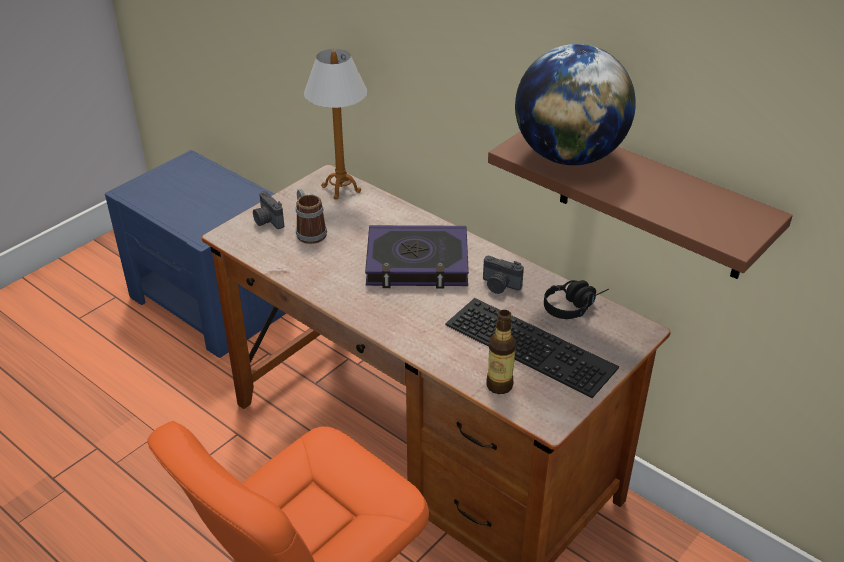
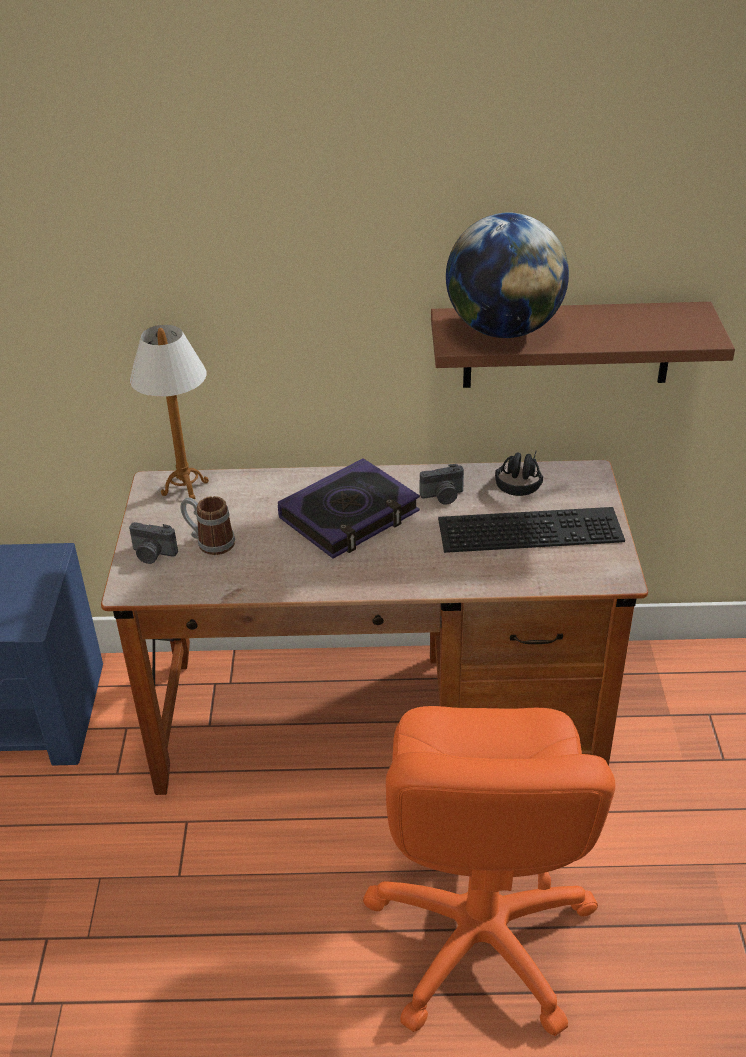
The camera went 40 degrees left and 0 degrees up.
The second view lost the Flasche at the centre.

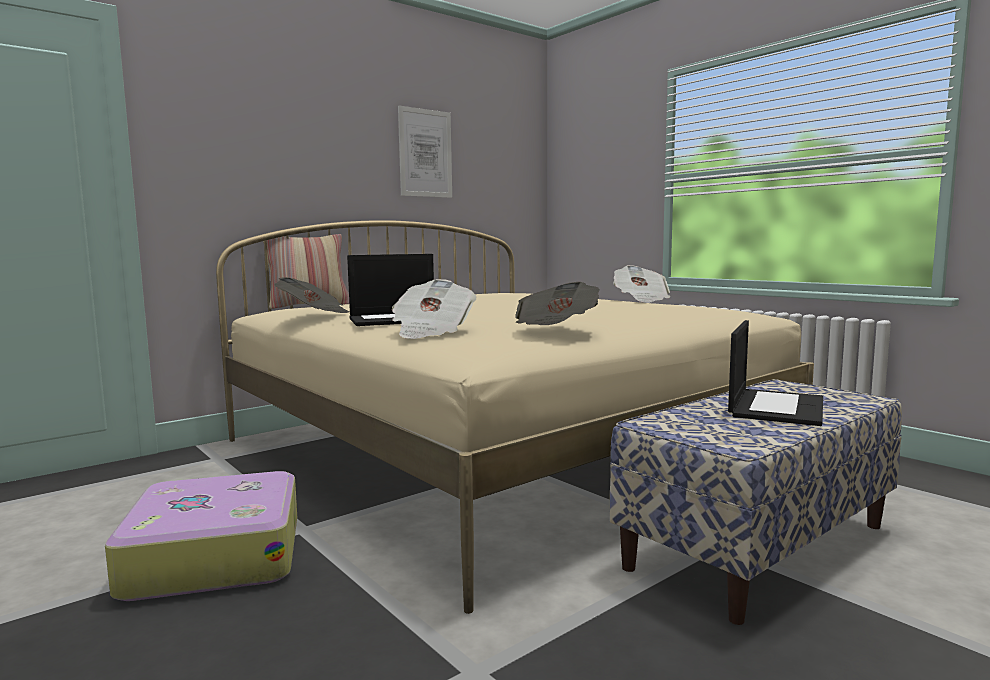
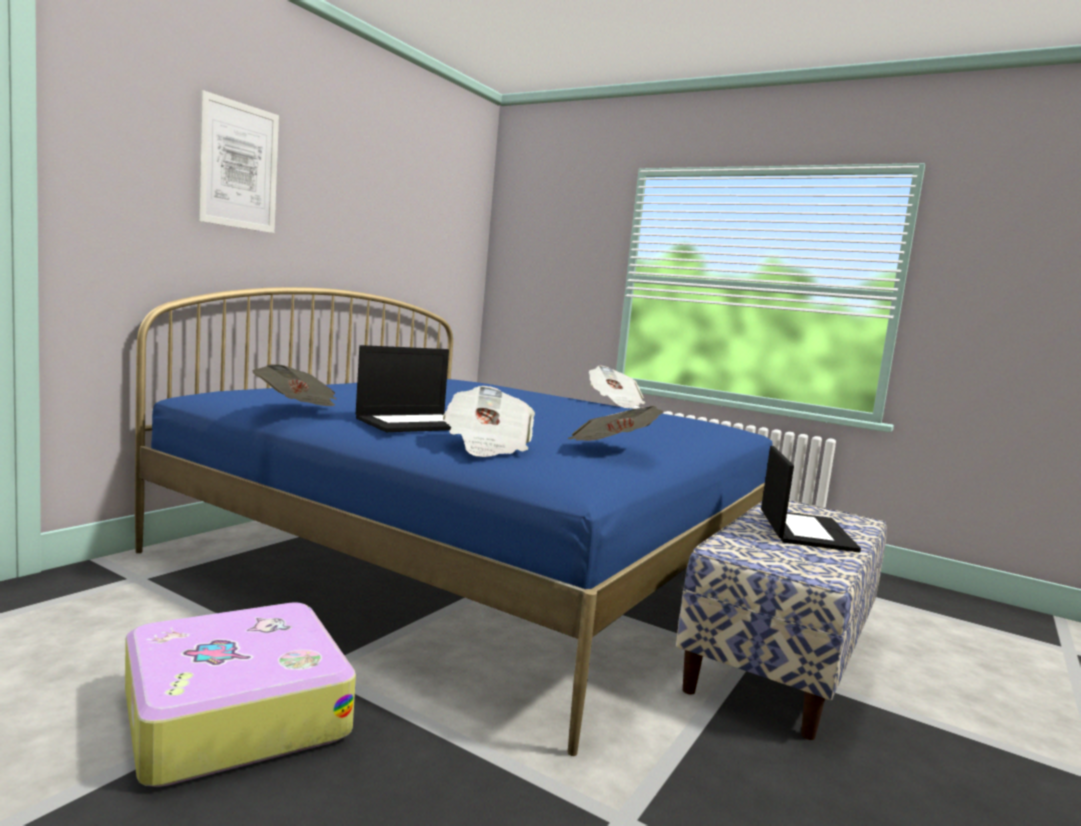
The camera went 20 degrees left and 0 degrees up.
What was the Bett/beige at the centre turned into the Bett/blau at the centre.
The Bild ended up elsewhere, having gone from the top centre to the top left.
The second view lost the Kissen at the middle left.

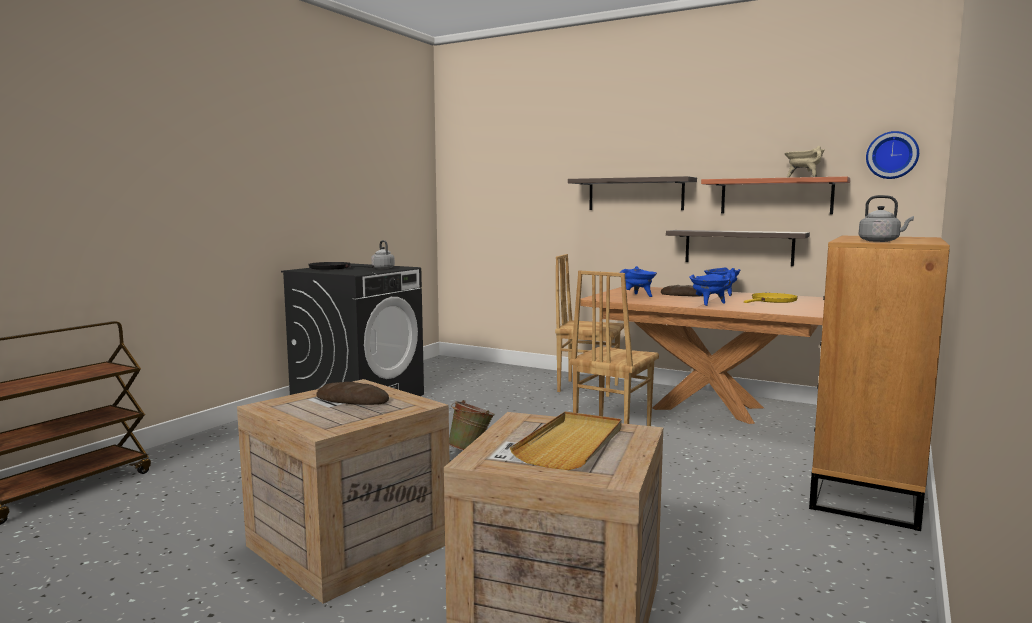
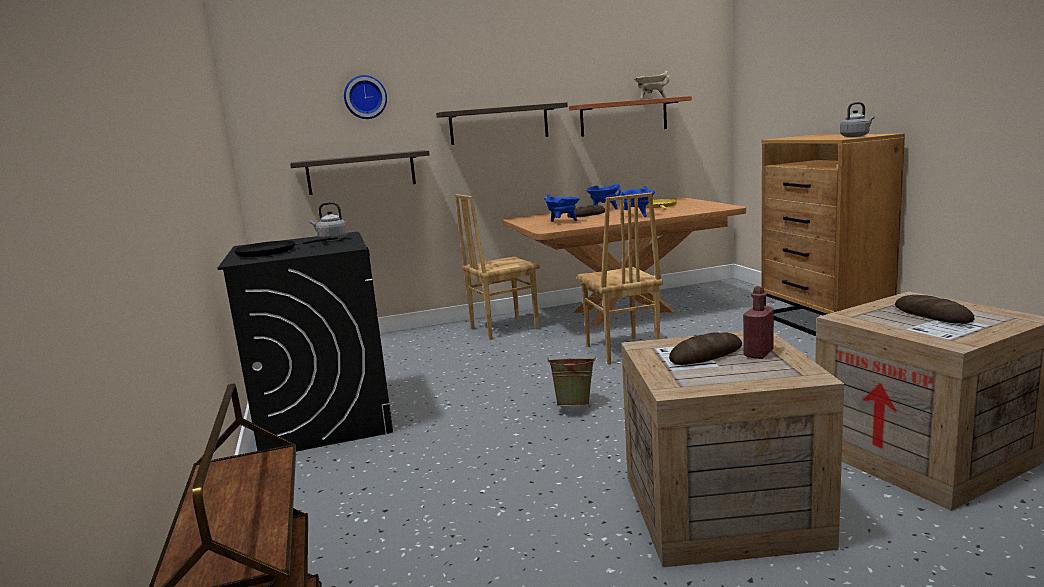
The camera went 45 degrees left and 5 degrees up.
The Wandregal (2nd from left in the first image) ended up elsewhere, having gone from the middle right to the top centre.
The Wanduhr ended up elsewhere, having gone from the top right to the top centre.
The second view gained the Flasche/rot at the middle right.
Where the Tablett/beige stood at the bottom centre, the Brot (3rd from left) came to stand at the middle right.

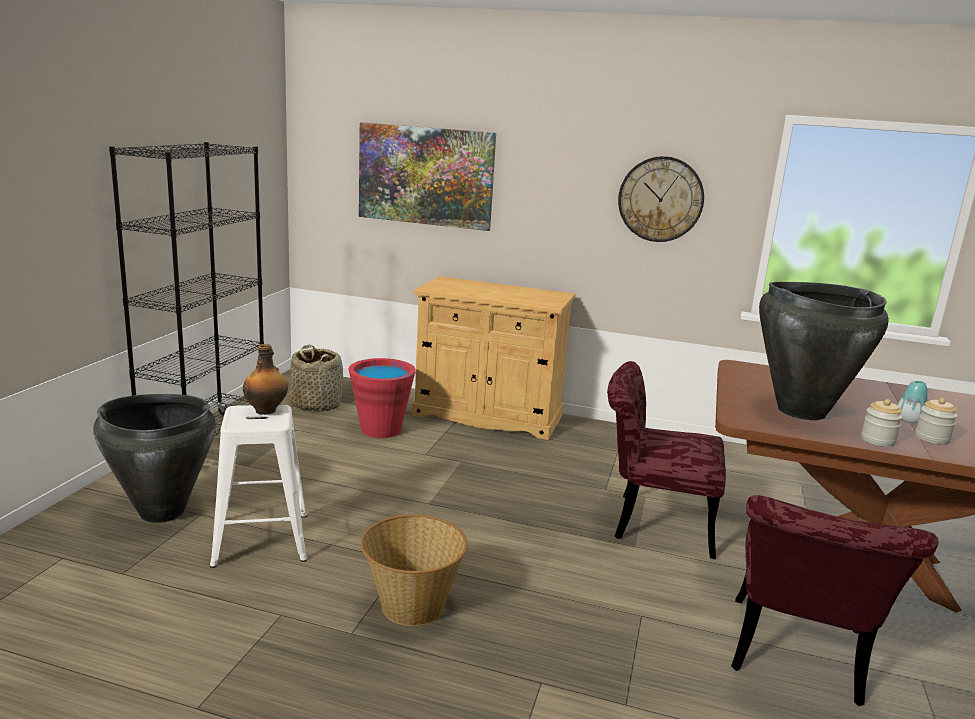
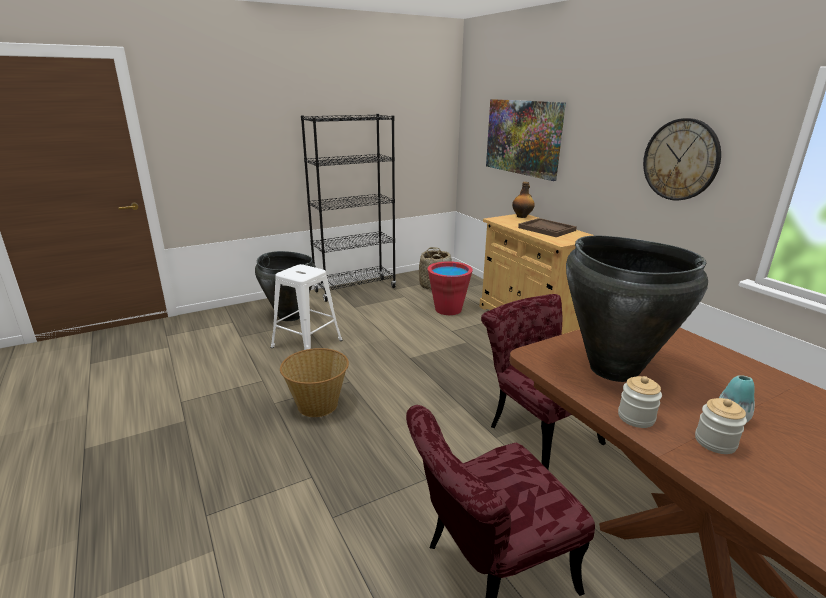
The camera went 45 degrees right and 5 degrees up.
The Flasche ended up elsewhere, having gone from the middle left to the centre.
The second view gained the Tablett/braun at the centre.

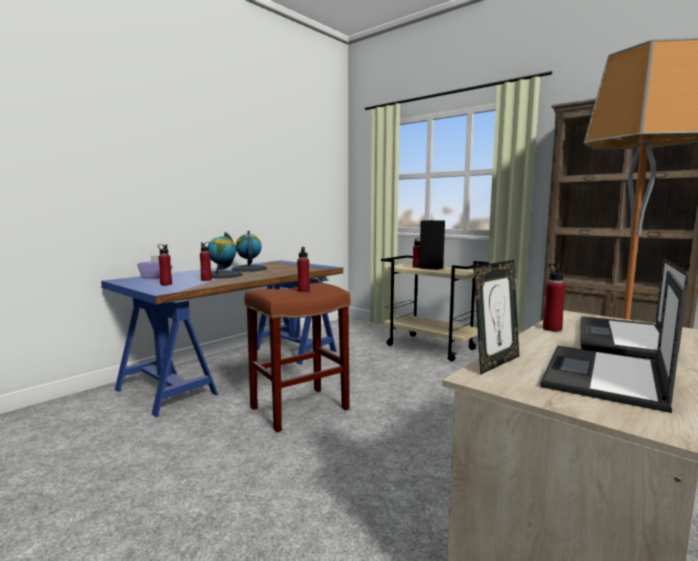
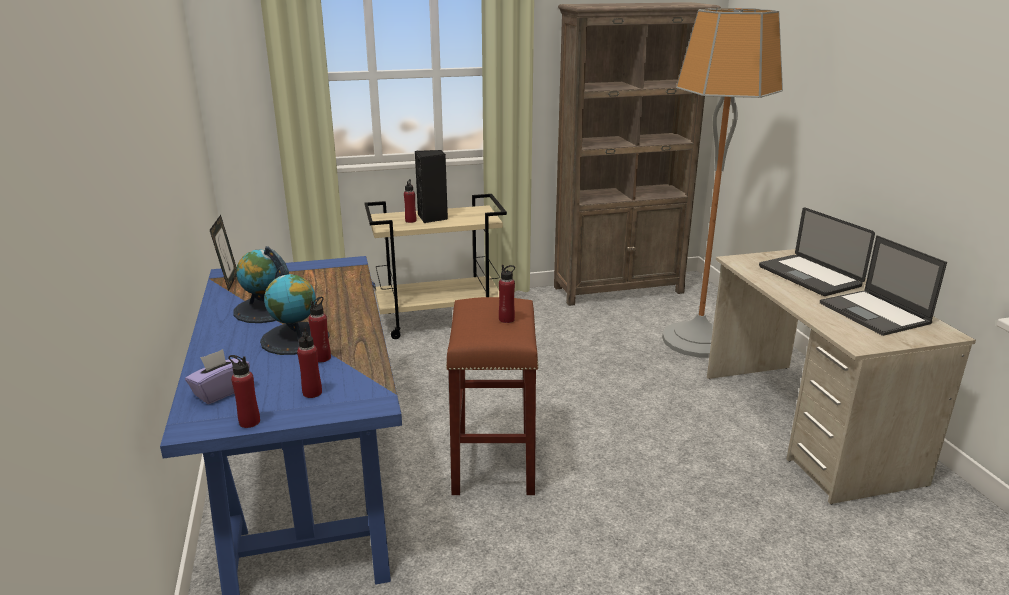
The camera went 55 degrees left and 15 degrees up.
The Bilderrahmen ended up elsewhere, having gone from the middle right to the middle left.
The Flasche/rot (5th from left in the first image) ended up elsewhere, having gone from the middle right to the middle left.

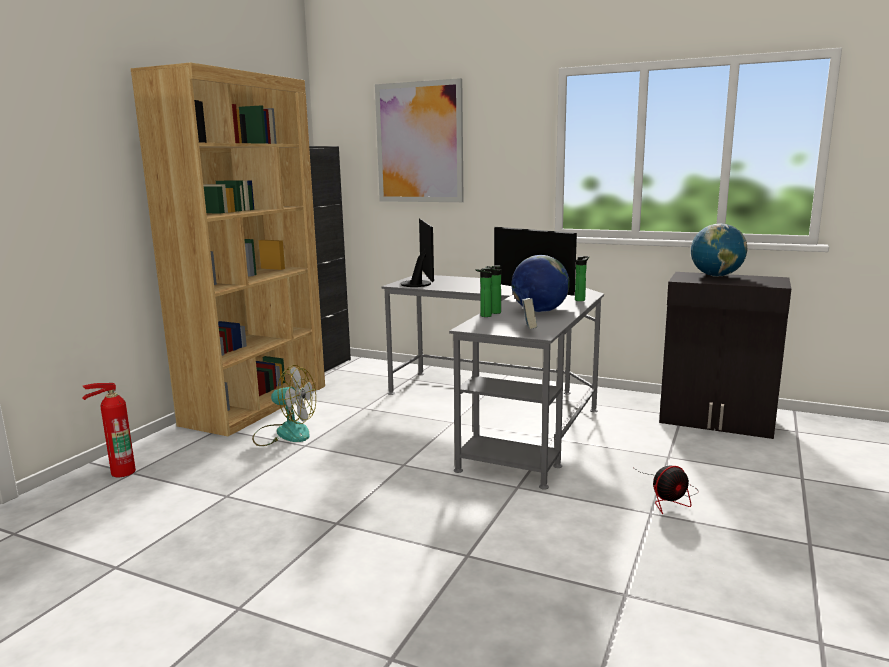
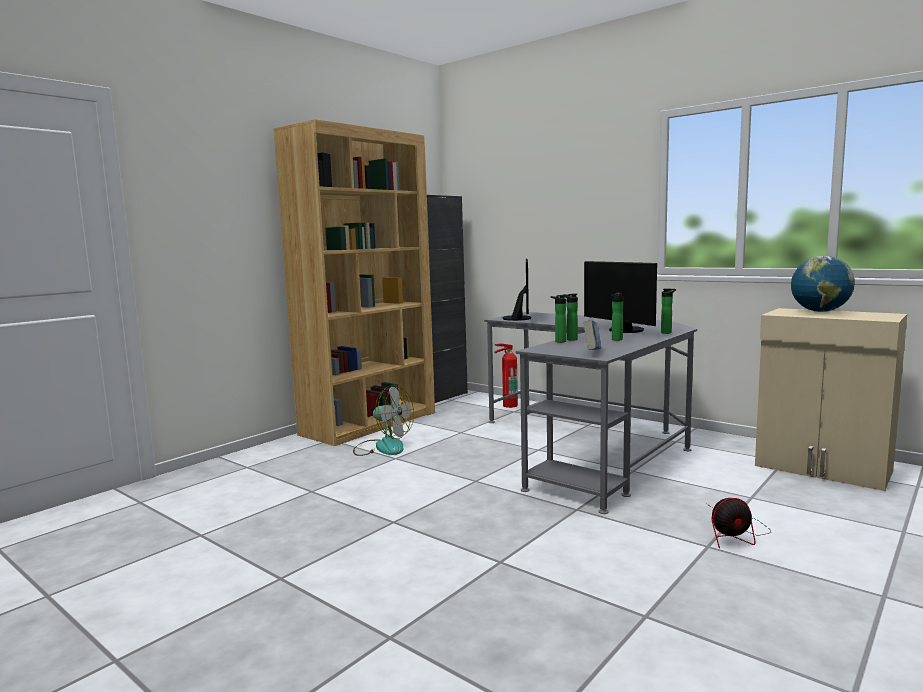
The camera went 15 degrees right and 5 degrees down.
The Feuerlöscher ended up elsewhere, having gone from the middle left to the centre.
Where the Globus (1st from left) stood at the centre, the Flasche (3rd from left) came to stand at the middle right.
What was the Schrank/schwarz (2nd from left) at the middle right turned into the Schrank/beige at the middle right.
The second view lost the Bild at the top centre.

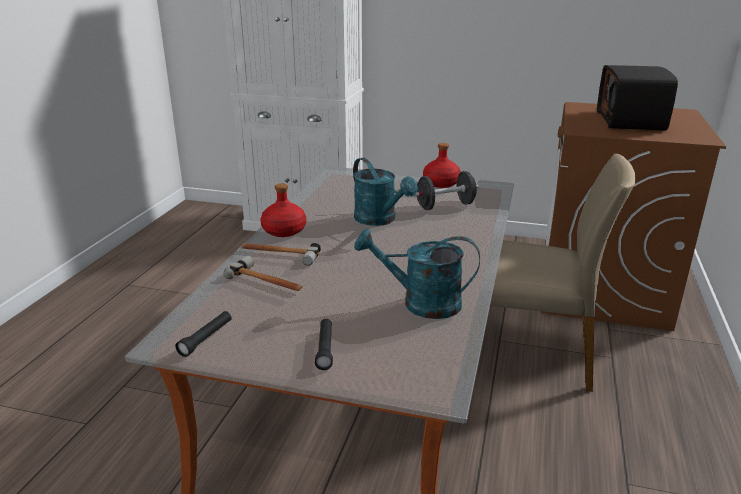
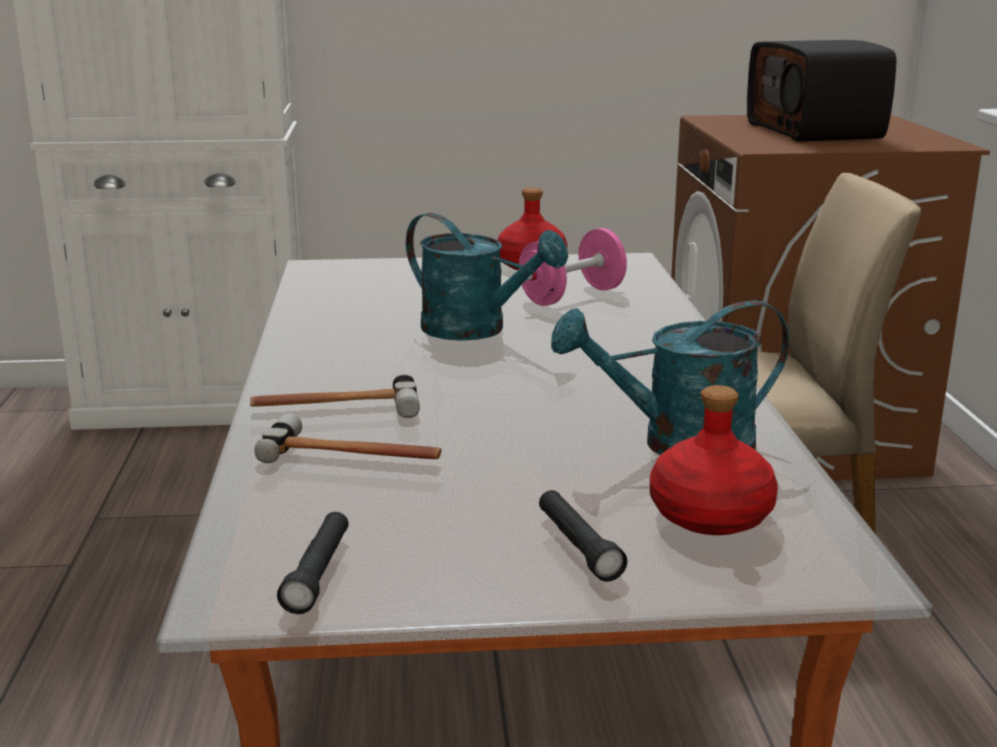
The camera went 20 degrees left and 5 degrees down.
What was the Hantel/schwarz at the centre turned into the Hantel/rosa at the centre.
The Flasche/rot (1st from left in the first image) ended up elsewhere, having gone from the centre to the middle right.

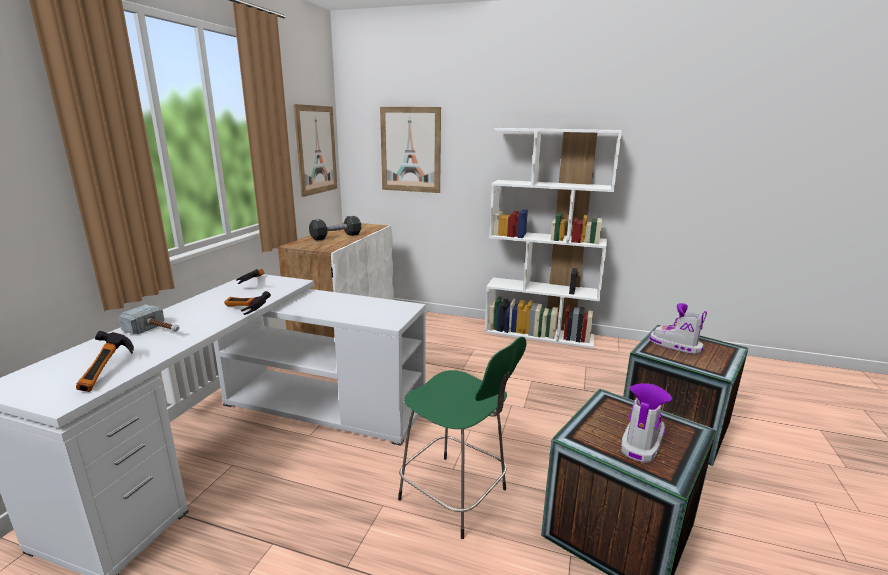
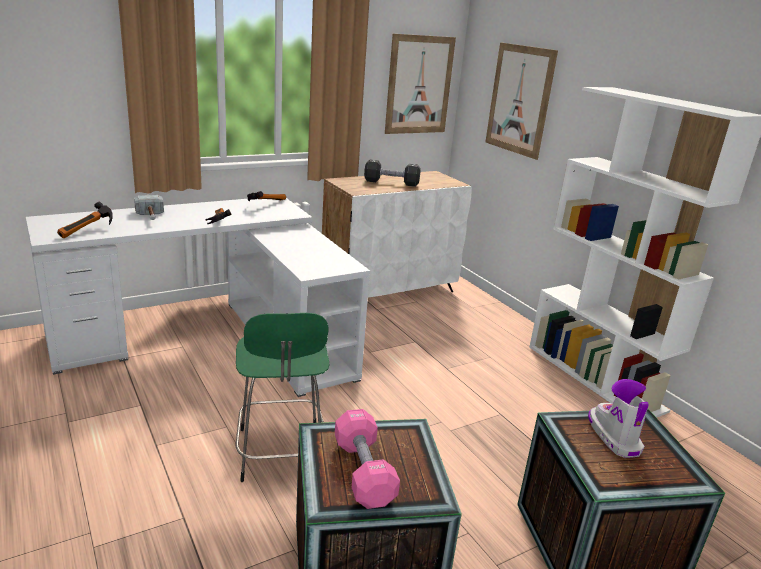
The camera went 40 degrees right and 5 degrees up.
Where the Stiefel (1st from left) stood at the bottom right, the Hantel/rosa came to stand at the bottom centre.

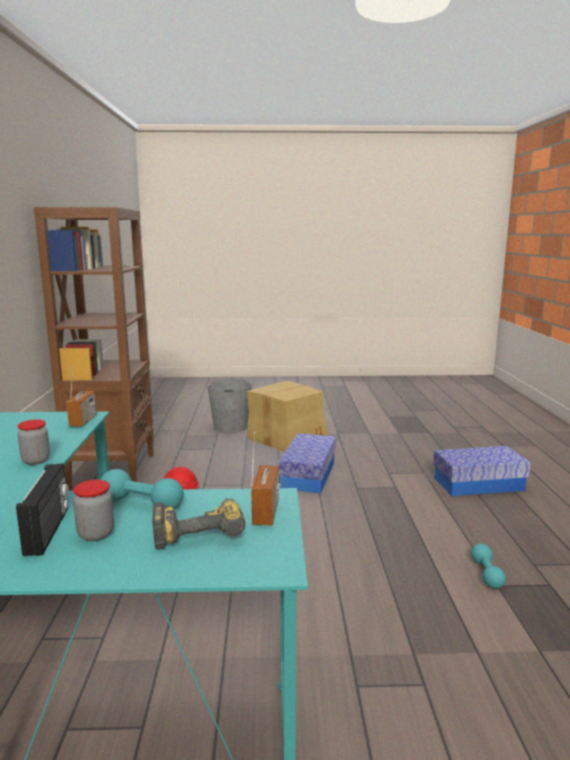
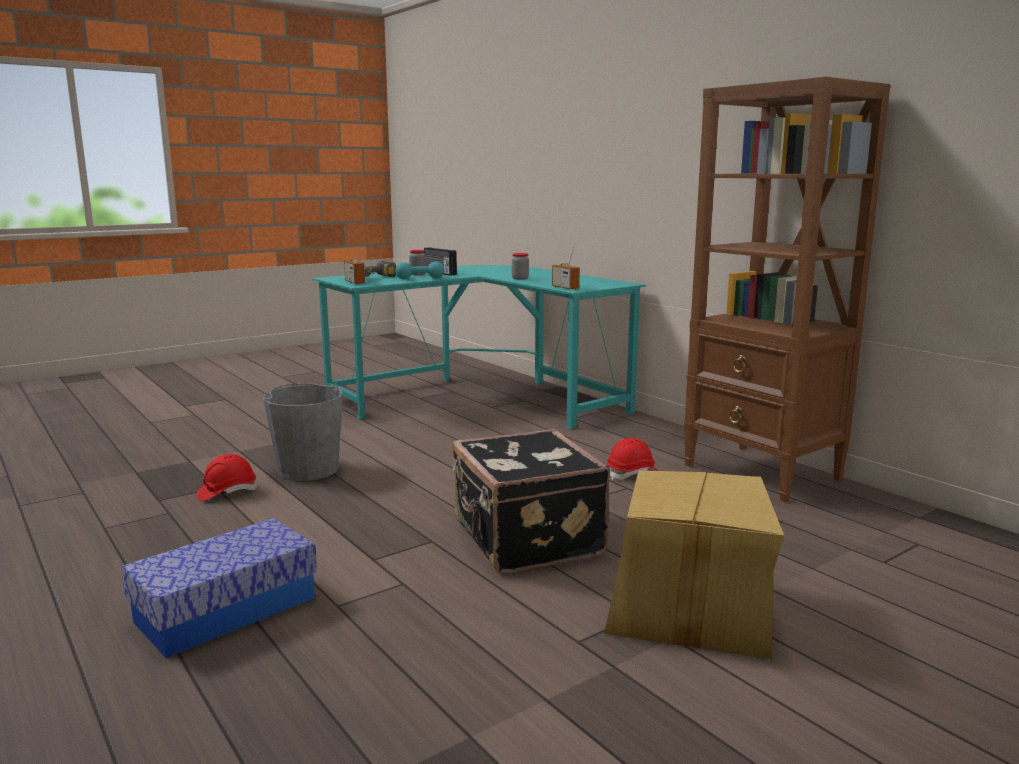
The camera went 145 degrees right and 0 degrees up.
Where the Hantel/türkis (2nd from left) stood at the bottom right, the Schutzhelm/rot (1st from left) came to stand at the middle left.
The Eimer/grau ended up elsewhere, having gone from the centre to the middle left.
Where the Aufbewahrungsbox (1st from left) stood at the centre, the Koffer/schwarz came to stand at the centre.

